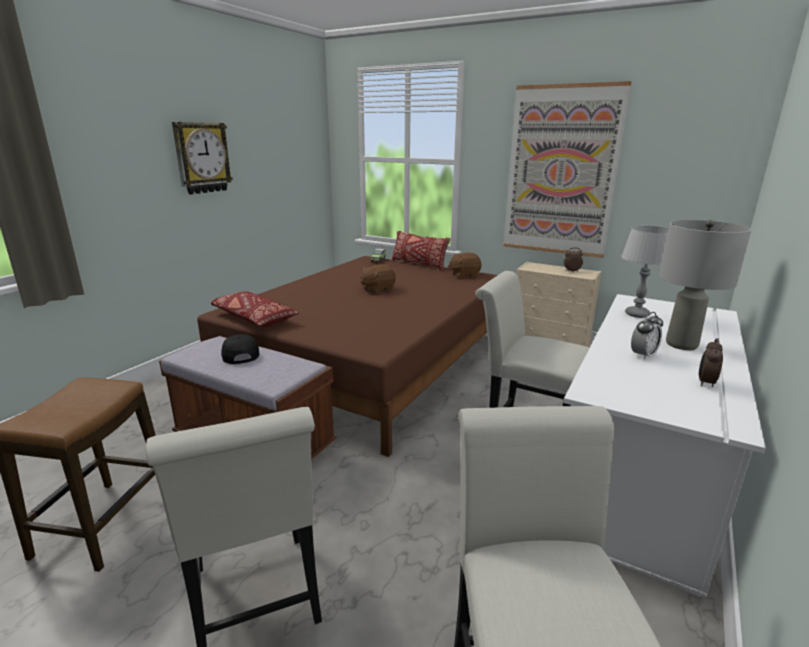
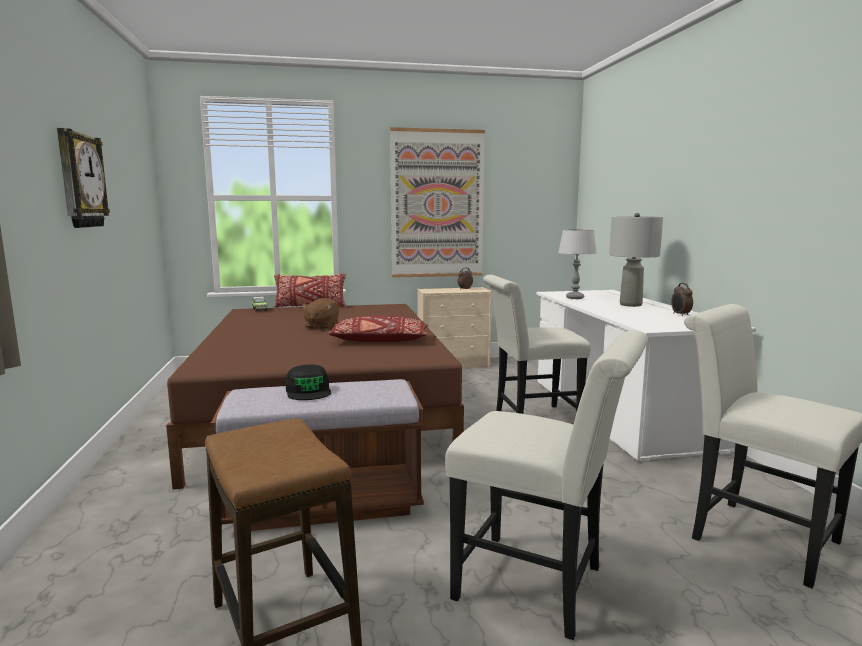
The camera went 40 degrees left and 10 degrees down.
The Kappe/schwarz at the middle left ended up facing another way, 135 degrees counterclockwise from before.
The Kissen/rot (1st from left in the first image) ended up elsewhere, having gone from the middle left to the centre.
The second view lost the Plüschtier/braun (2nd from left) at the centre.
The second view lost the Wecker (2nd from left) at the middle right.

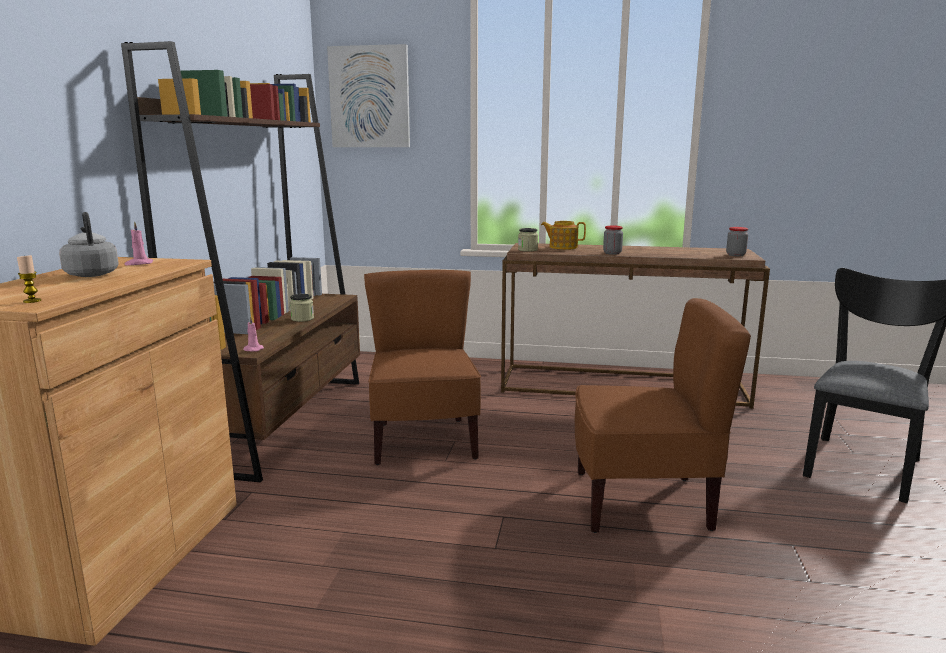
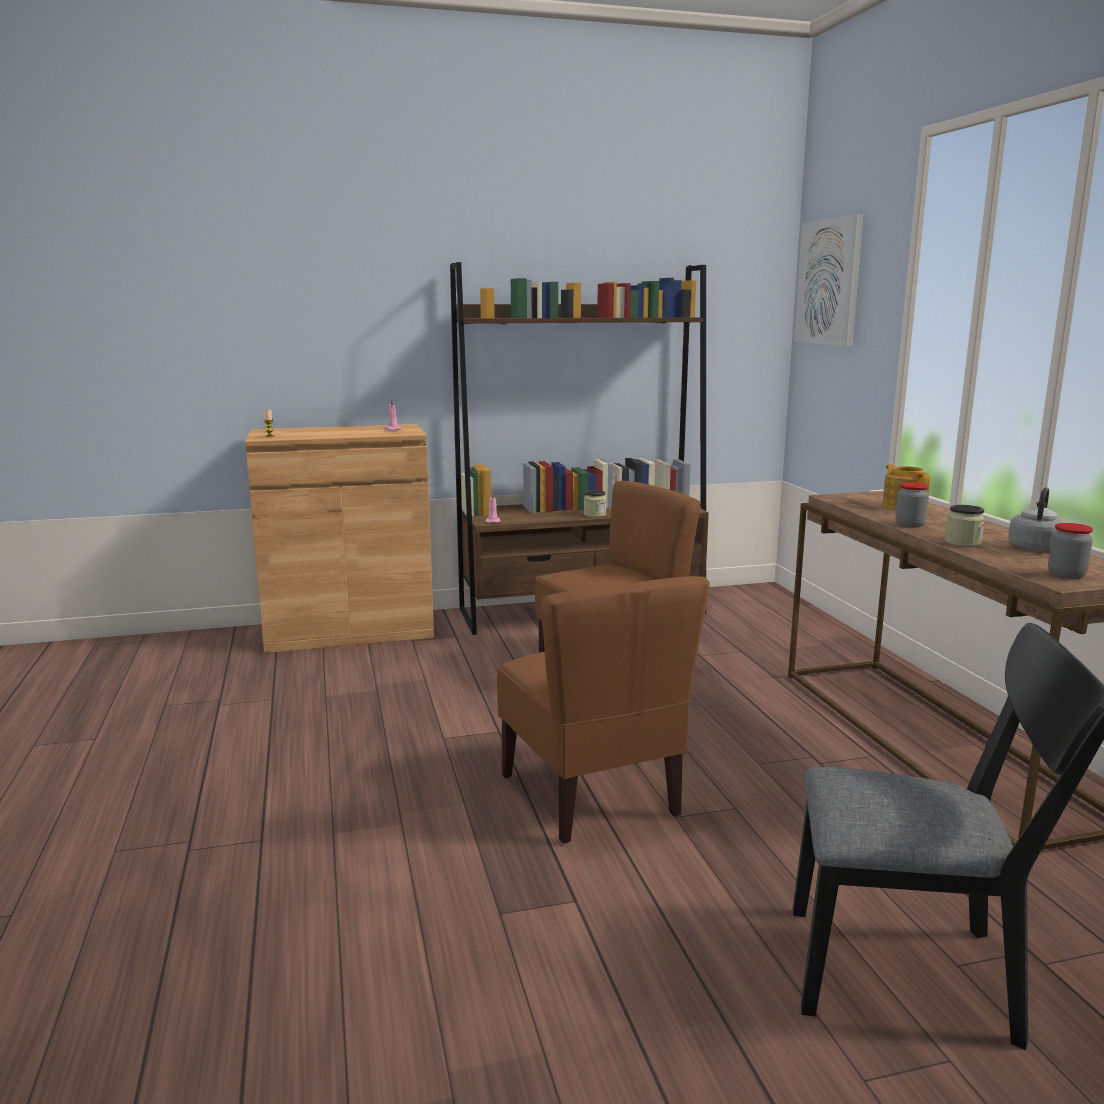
The camera went 65 degrees right and 0 degrees up.
The Vorratsglas (2nd from left in the first image) ended up elsewhere, having gone from the centre to the middle right.
The Wasserkessel/grau ended up elsewhere, having gone from the middle left to the middle right.

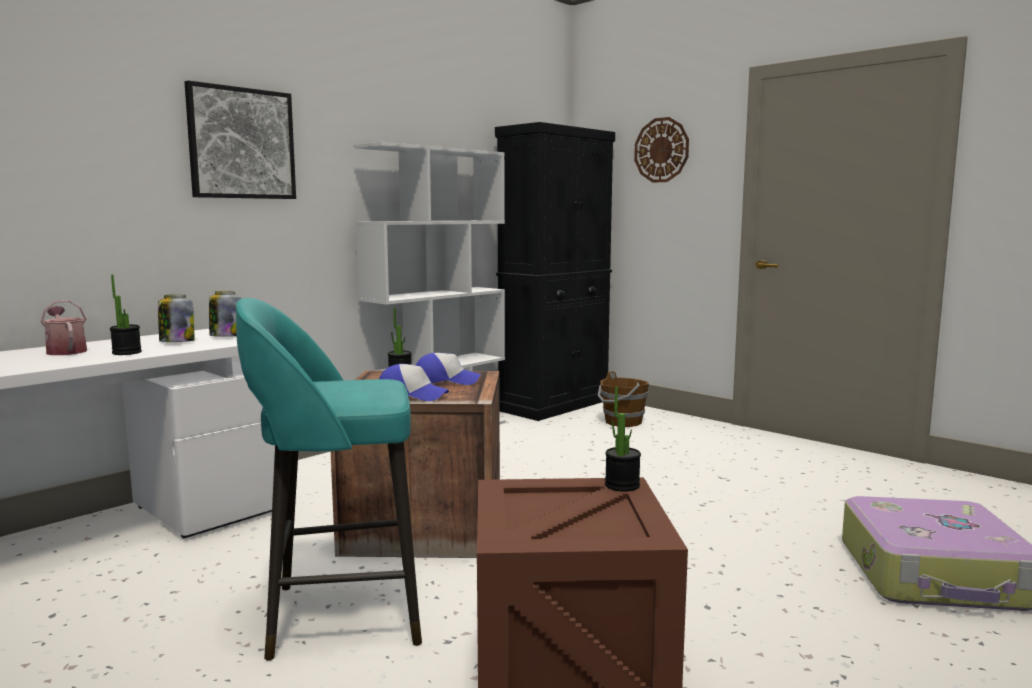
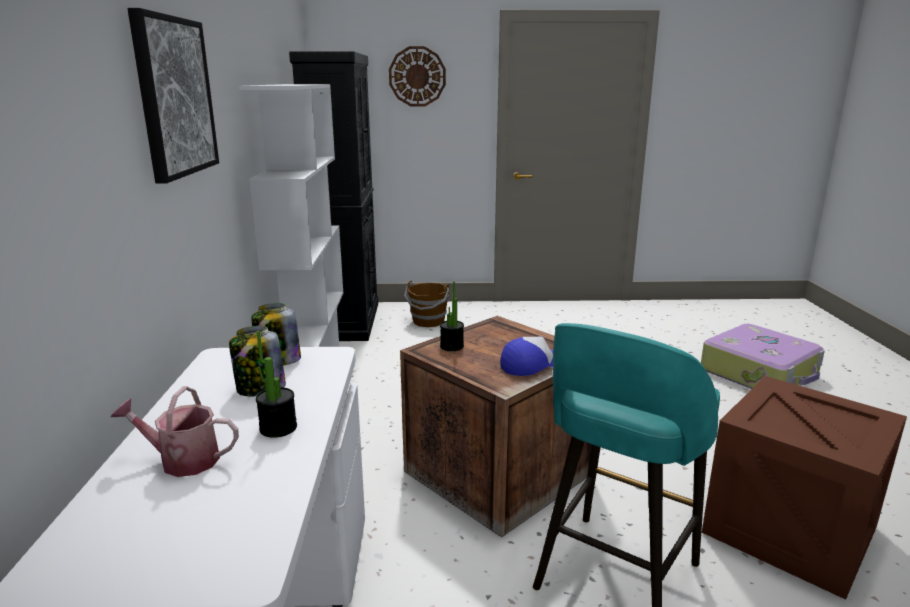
The camera went 45 degrees left and 10 degrees up.
The second view lost the Kappe (2nd from left) at the centre.
The second view lost the Topfpflanze (3rd from left) at the centre.

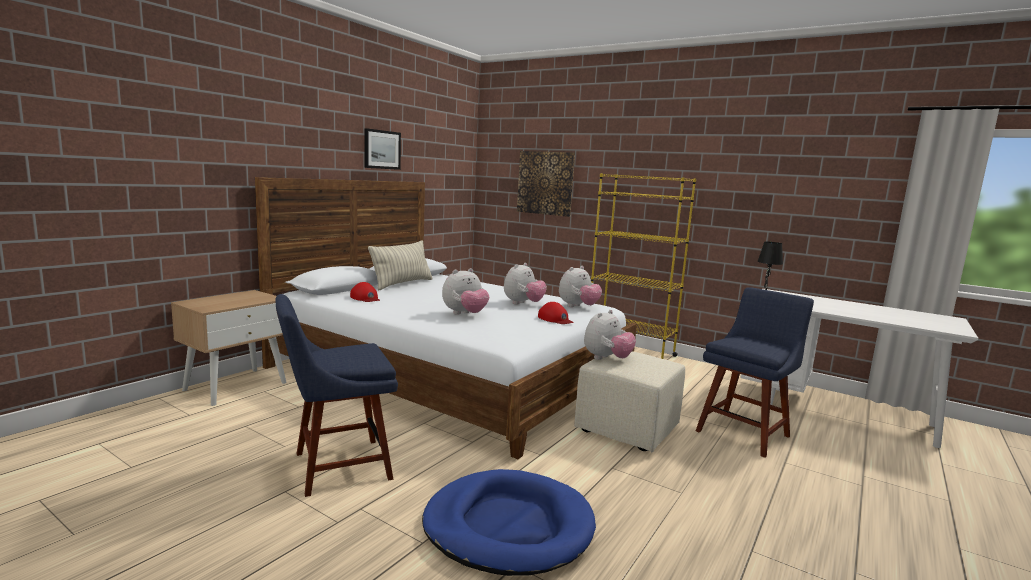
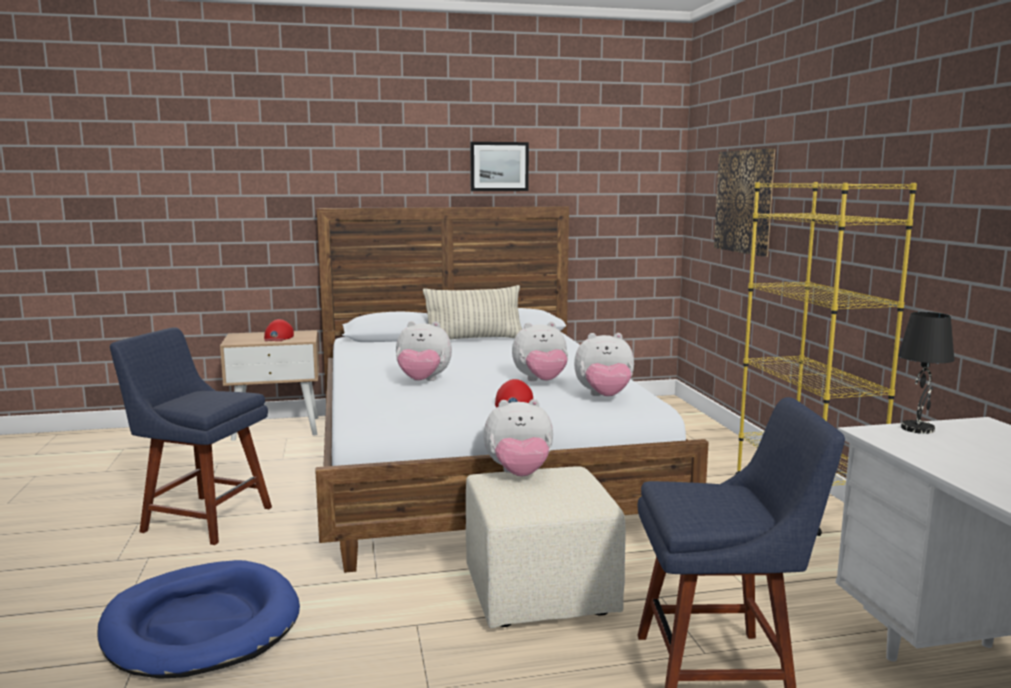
The camera went 45 degrees right and 0 degrees up.
The Kappe/rot (1st from left) ended up elsewhere, having gone from the centre to the middle left.

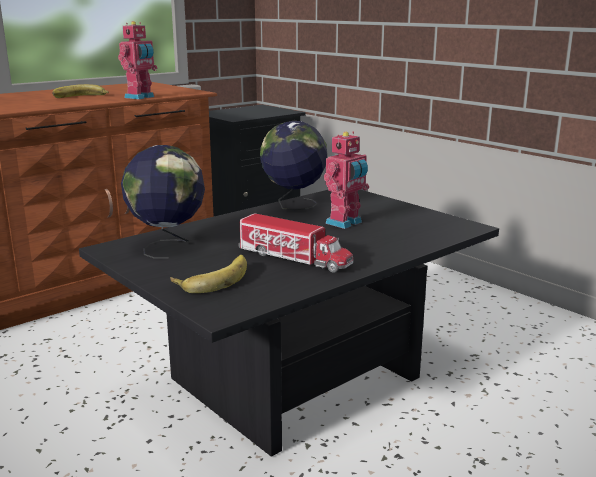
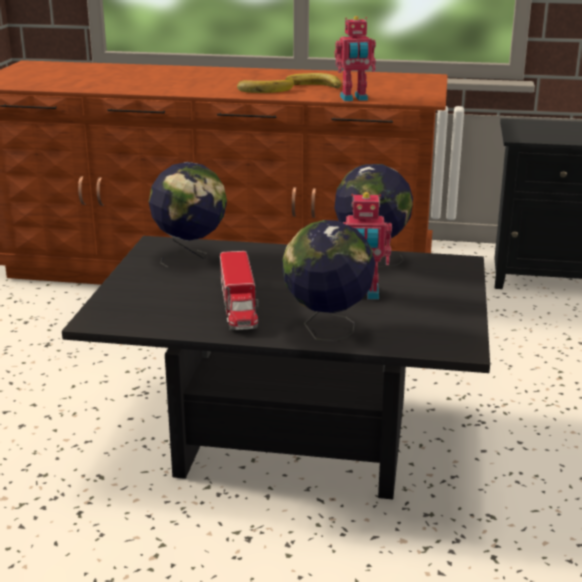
The camera went 50 degrees right and 5 degrees up.
The Banane (2nd from left in the first image) ended up elsewhere, having gone from the centre to the top centre.
The second view gained the Globus (2nd from left) at the centre.

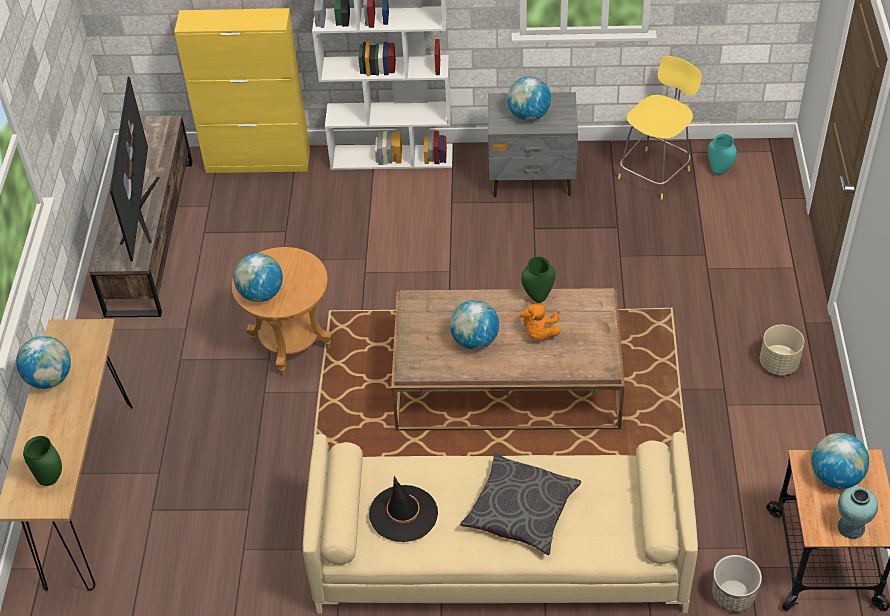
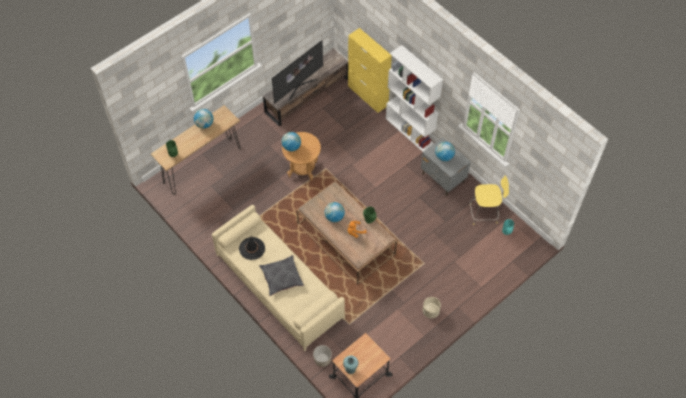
The camera went 45 degrees right and 10 degrees up.
The second view lost the Globus (5th from left) at the bottom right.

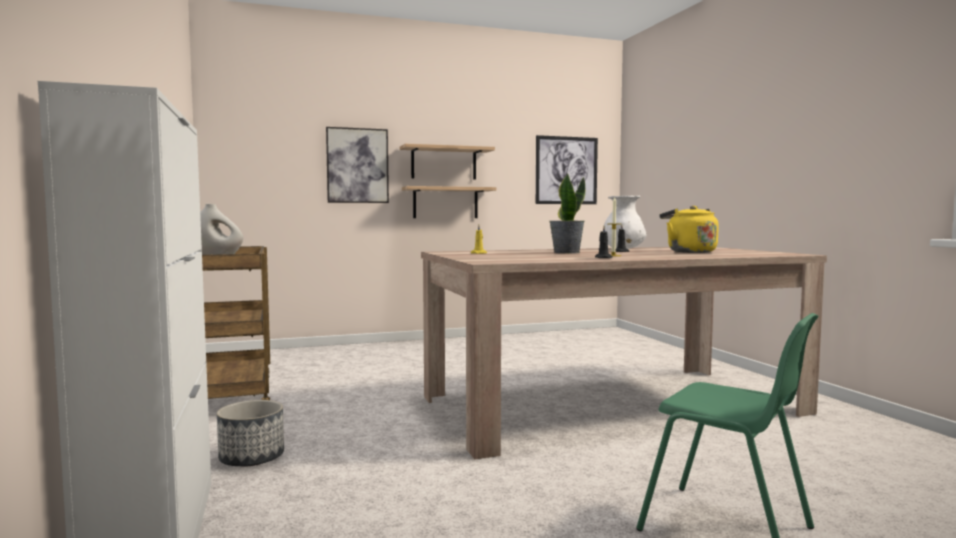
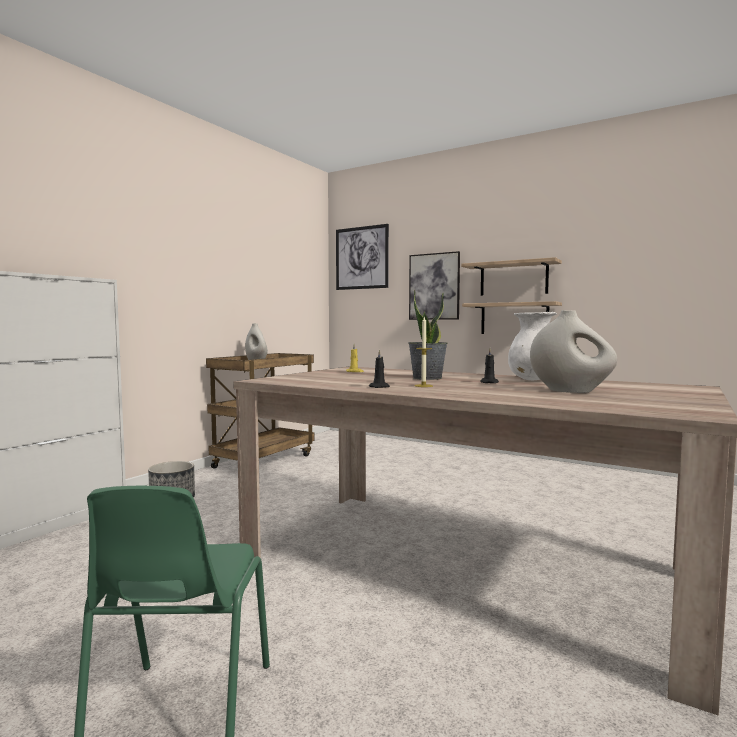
The camera went 50 degrees right and 0 degrees up.
The Bild (2nd from left in the first image) ended up elsewhere, having gone from the top centre to the centre.
Where the Wasserkessel/gelb stood at the middle right, the Vase/weiß (3rd from left) came to stand at the middle right.

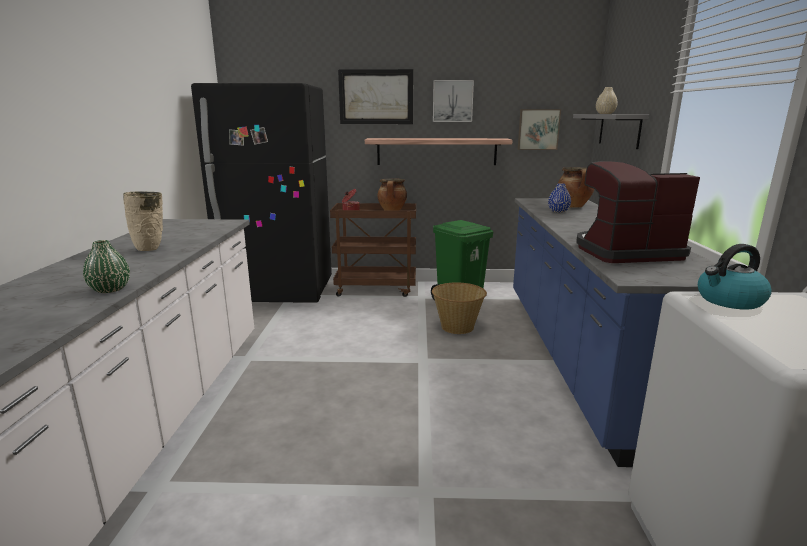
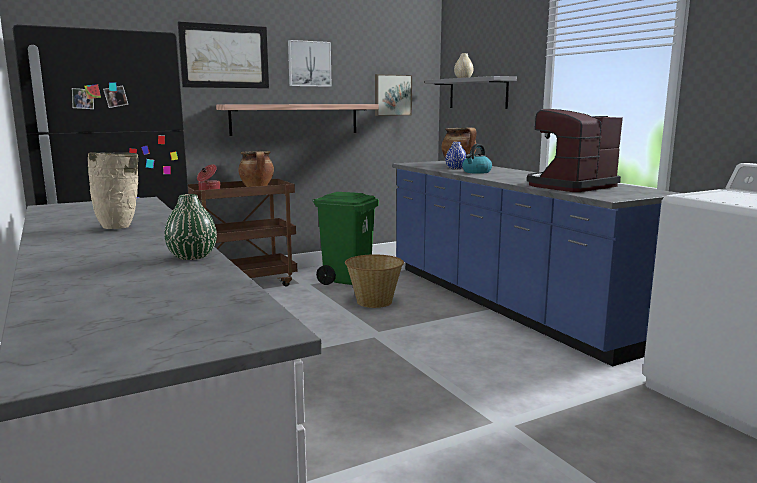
The camera went 30 degrees left and 5 degrees down.
The Wasserkessel ended up elsewhere, having gone from the middle right to the top centre.

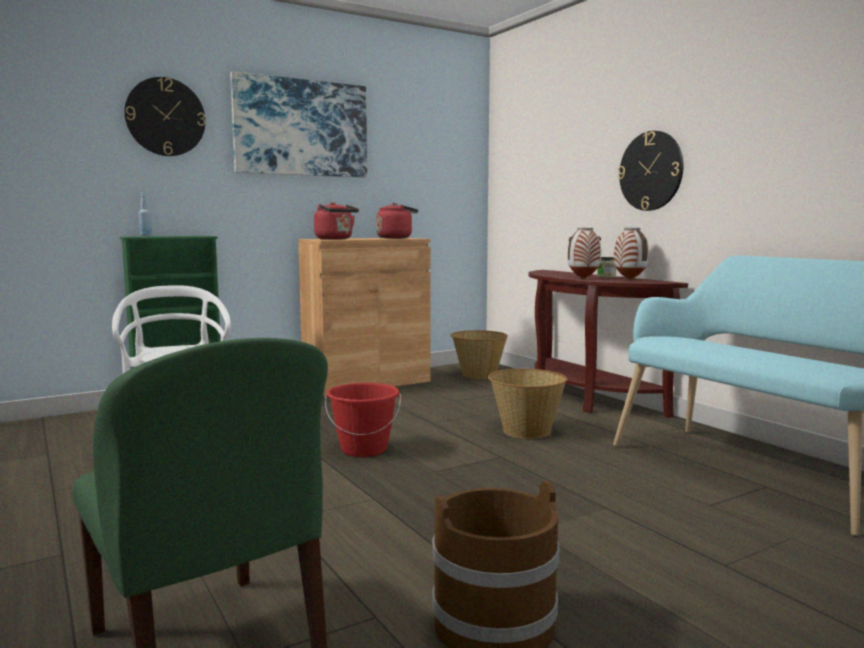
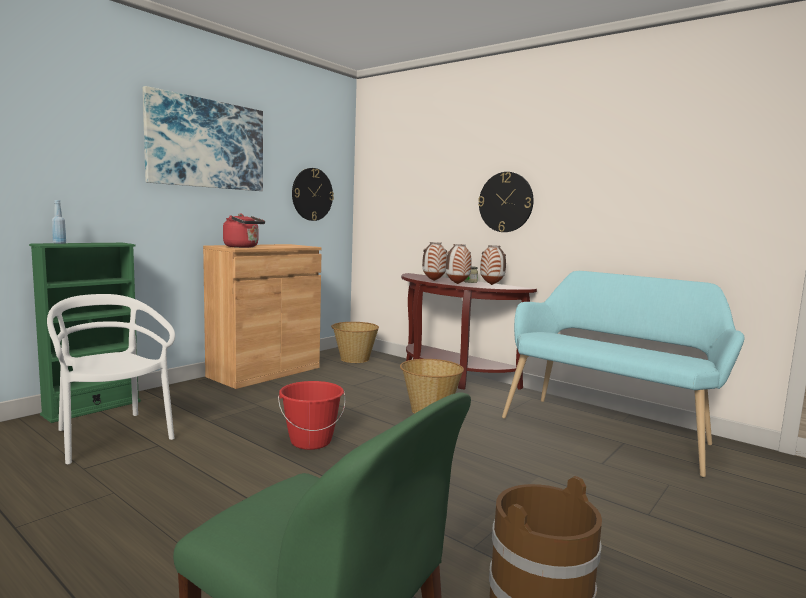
The camera went 20 degrees left and 0 degrees up.
The Wanduhr (1st from left) ended up elsewhere, having gone from the top left to the top centre.
The second view gained the Vase (1st from left) at the centre.
The second view lost the Wasserkessel/rot (2nd from left) at the centre.

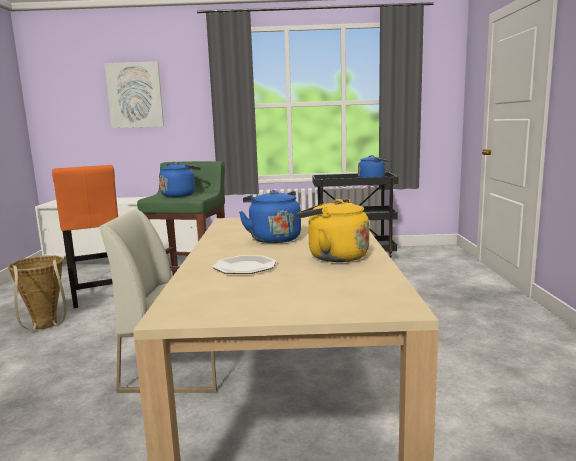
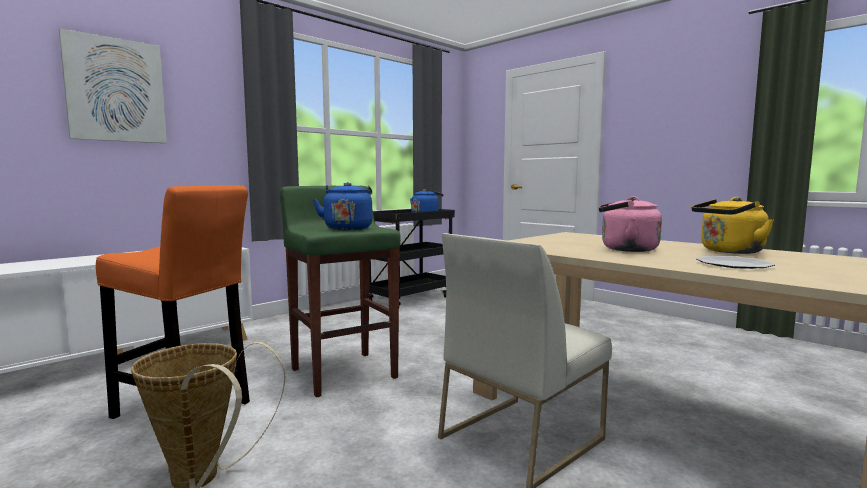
The camera went 45 degrees left and 5 degrees down.
What was the Wasserkessel/blau (2nd from left) at the centre turned into the Wasserkessel/rosa at the middle right.

